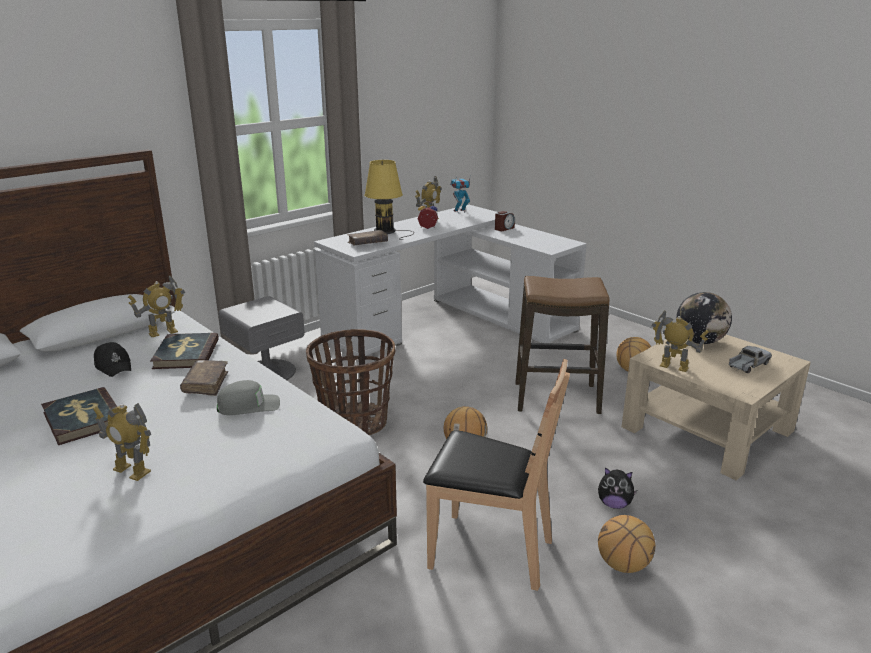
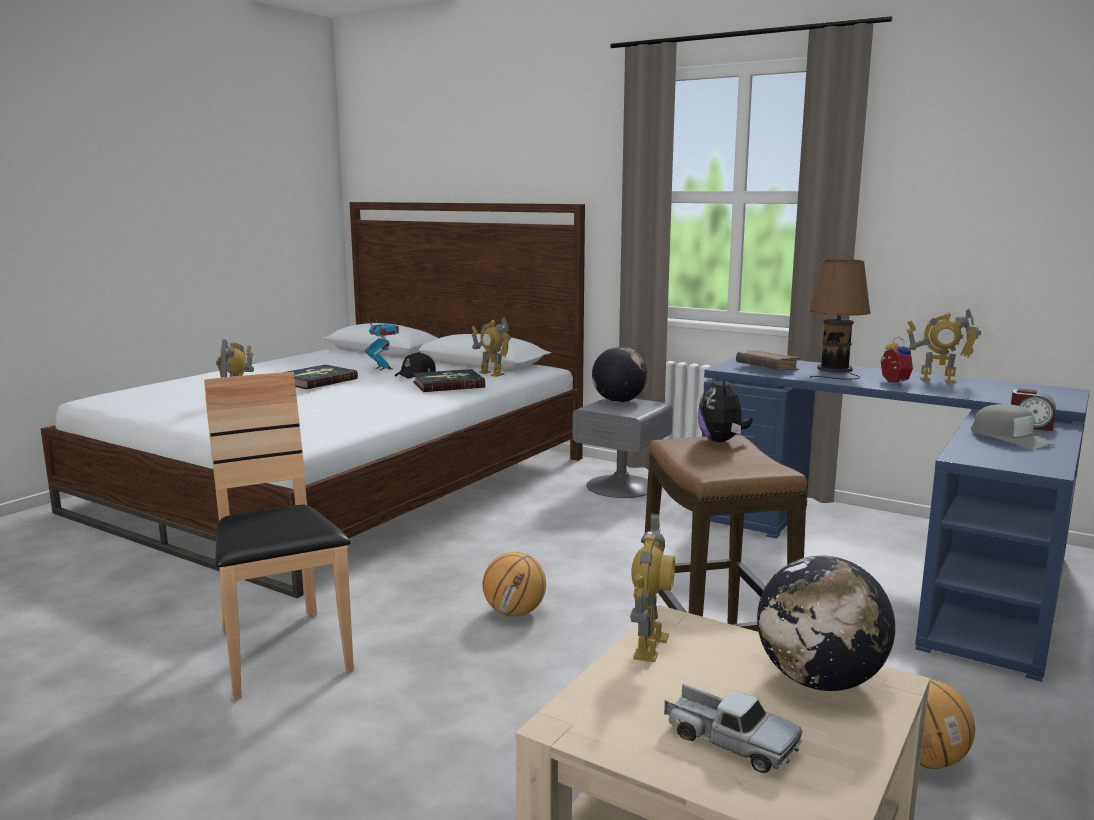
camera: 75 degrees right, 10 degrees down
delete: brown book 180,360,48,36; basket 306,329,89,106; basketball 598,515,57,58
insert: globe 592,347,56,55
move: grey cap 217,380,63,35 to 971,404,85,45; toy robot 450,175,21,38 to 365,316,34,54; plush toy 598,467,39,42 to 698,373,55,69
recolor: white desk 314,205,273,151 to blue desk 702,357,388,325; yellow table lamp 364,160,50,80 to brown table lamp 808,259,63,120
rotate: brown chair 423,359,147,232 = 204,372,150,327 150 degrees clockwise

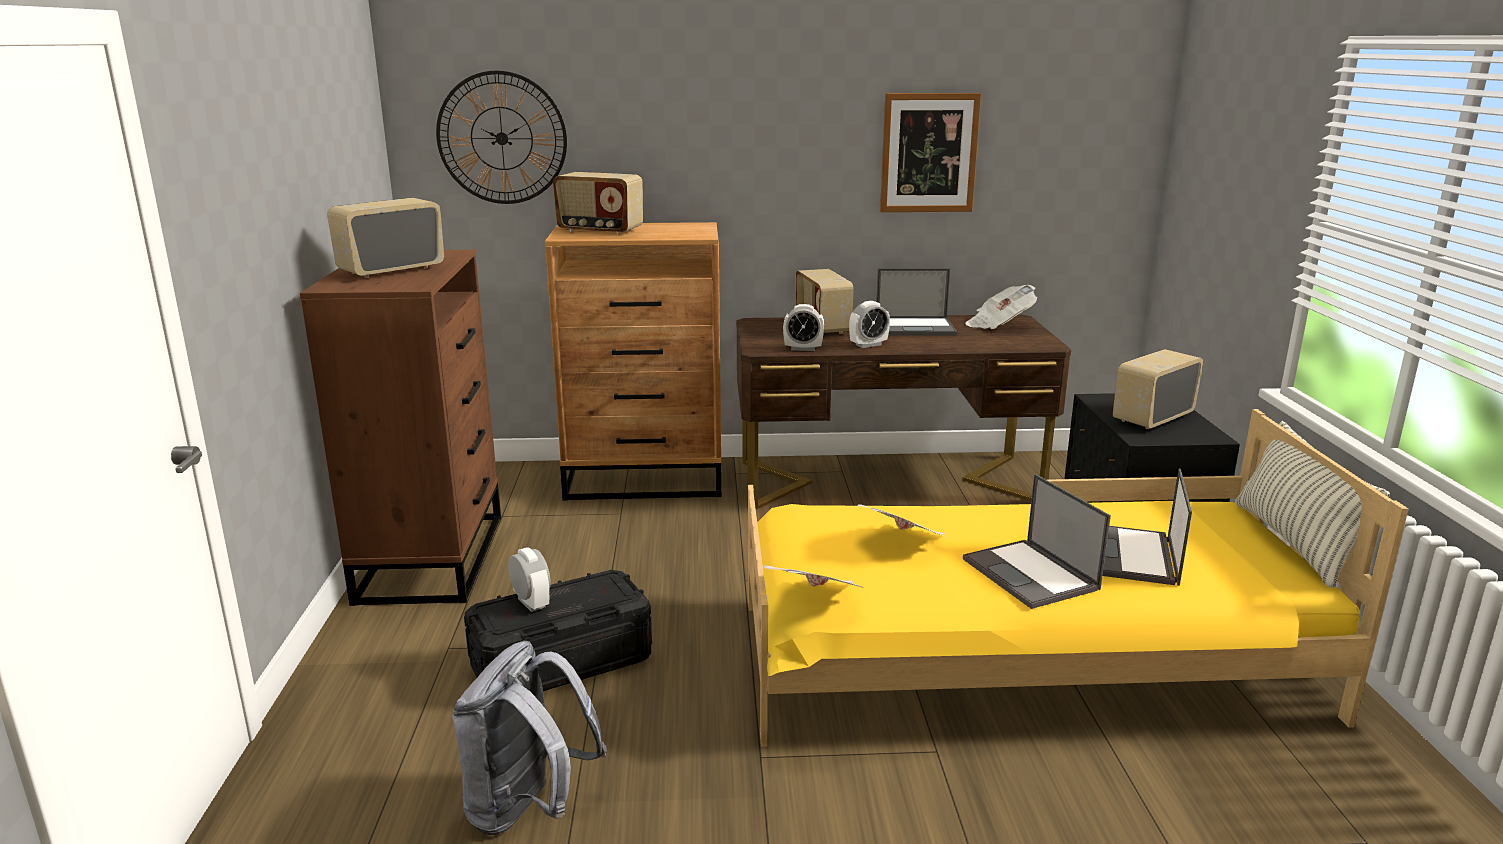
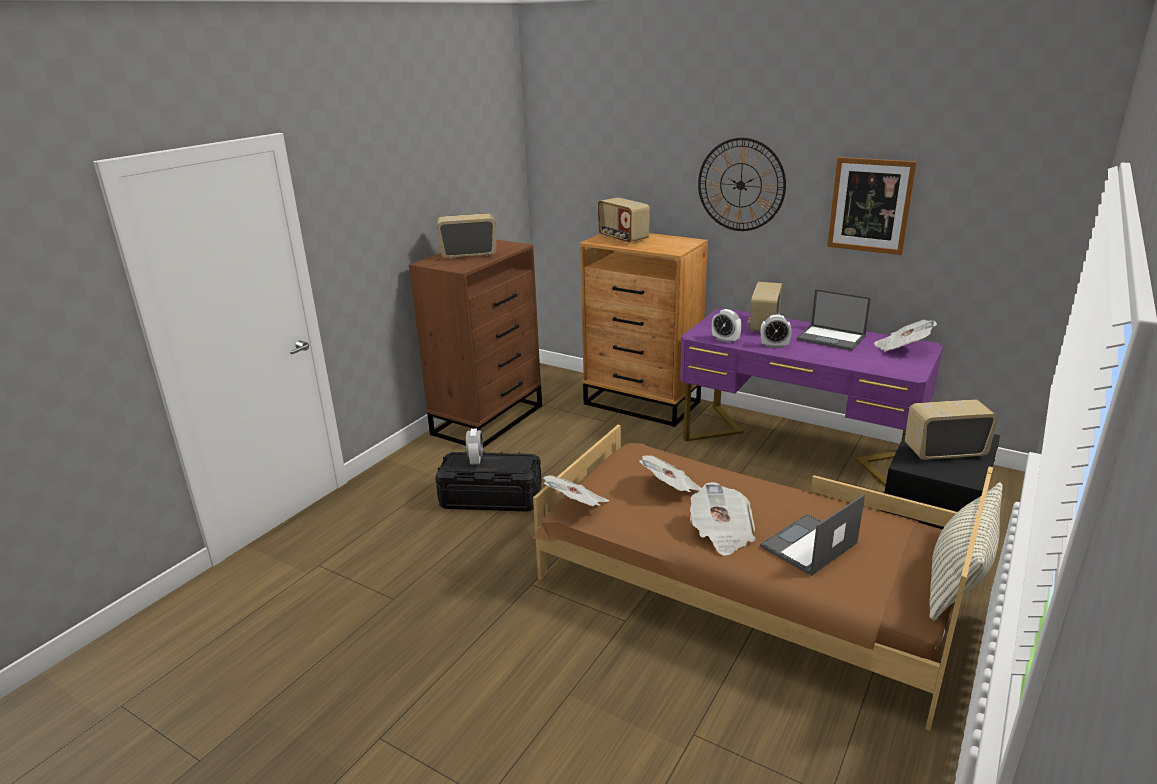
camera: 35 degrees right, 5 degrees up
delete: grey backpack 452,641,155,194
move: wall clock 436,71,131,133 to 698,138,88,93
replace: laptop 963,474,148,135 to newspaper 690,482,65,74
recolor: brown desk 736,314,335,195 to purple desk 680,308,263,178; yellow bed 748,409,661,338 to brown bed 532,425,461,306

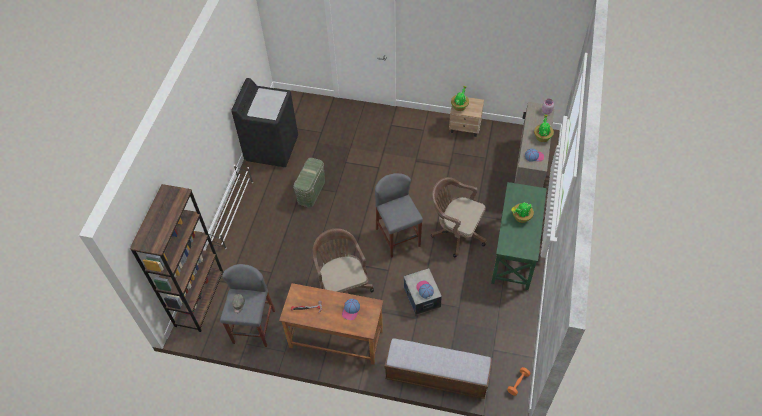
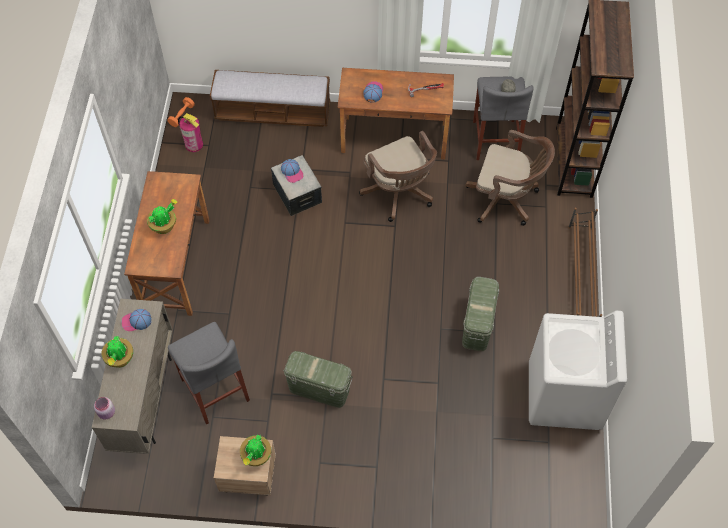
camera: 170 degrees right, 5 degrees up
insert: fire extinguisher 178,113,25,39; green storage box 283,351,70,57
move: grey stool 375,173,48,85 to 168,322,82,103; brown office chair 431,177,56,81 to 465,130,90,96
recolor: white shoe rack 209,165,44,84 to brown shoe rack 568,208,34,109; black washing machine 231,78,67,89 to white washing machine 529,311,98,119; green desk 491,182,56,108 to brown desk 124,171,86,145

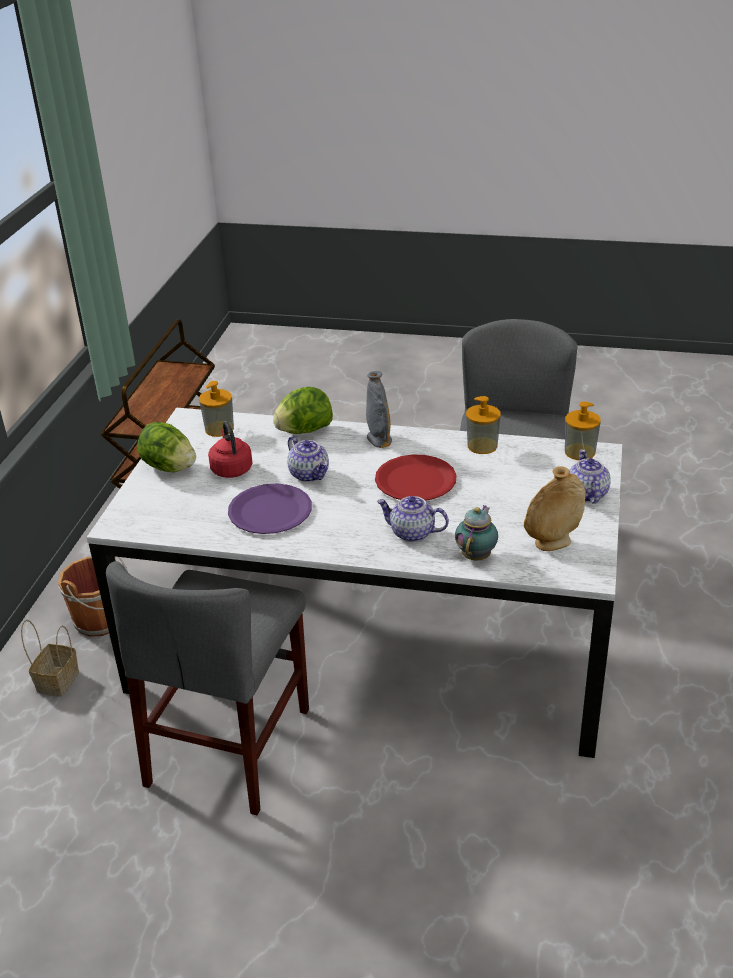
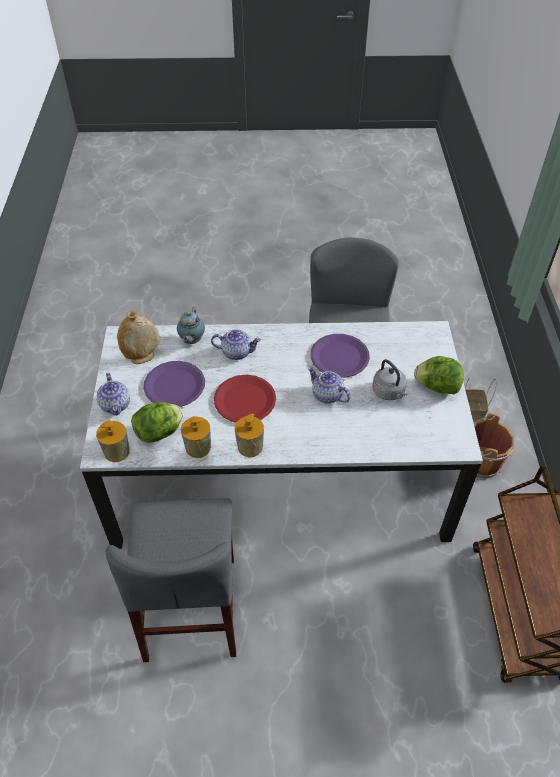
camera: 165 degrees right, 15 degrees up
delete: grey vase 366,371,26,77
insert: purple plate 143,361,62,46
move: soap dispenser 199,381,35,56 to 235,414,29,43; lettuce 273,387,60,47 to 131,402,52,41
recolor: red kettle 208,421,45,57 to grey kettle 372,359,35,41

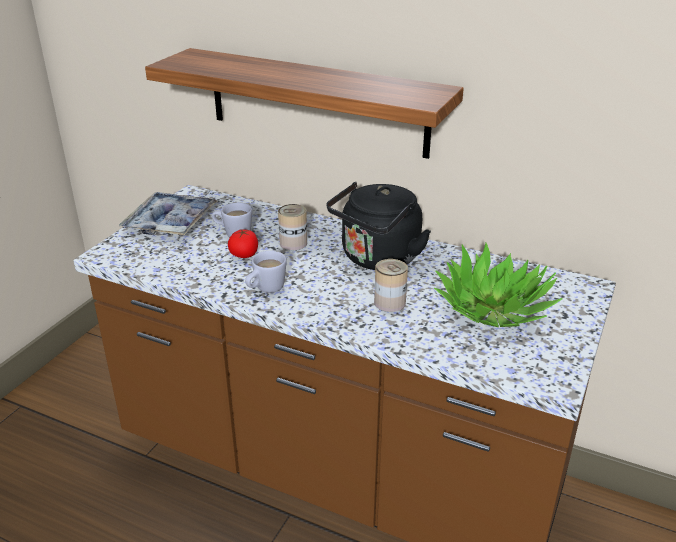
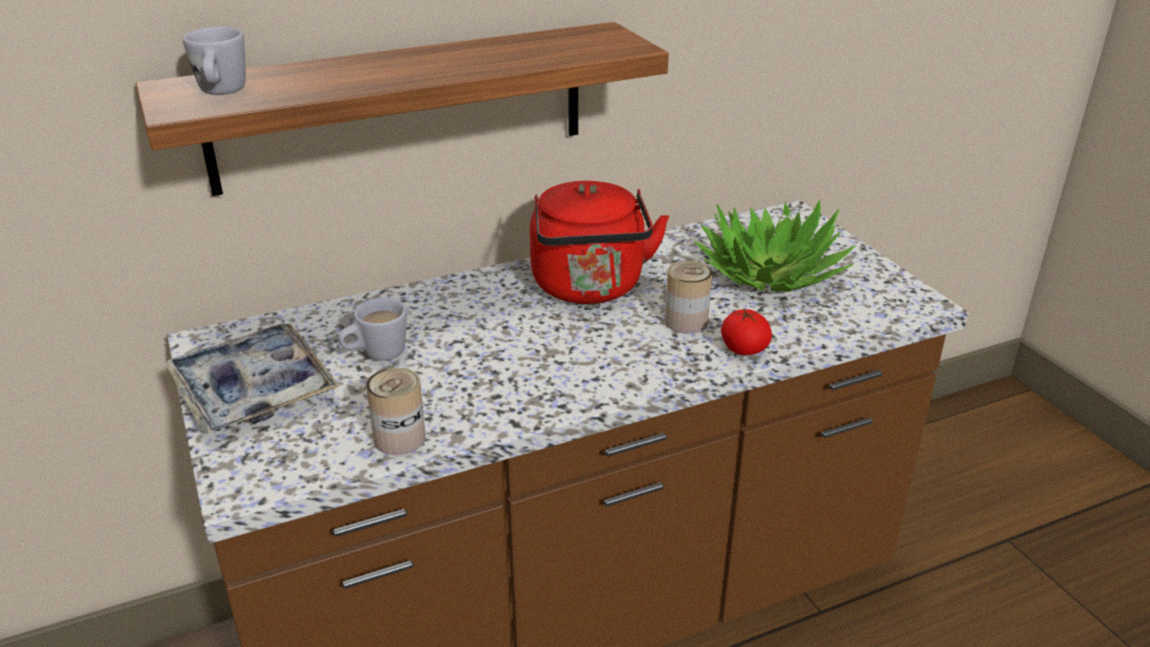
camera: 50 degrees left, 0 degrees up
move: tomato 228,229,30,29 to 721,309,51,46; white mug 245,251,42,42 to 183,27,63,68; can 278,204,29,46 to 366,368,60,87
recolor: black kettle 327,182,104,88 to red kettle 530,181,139,123

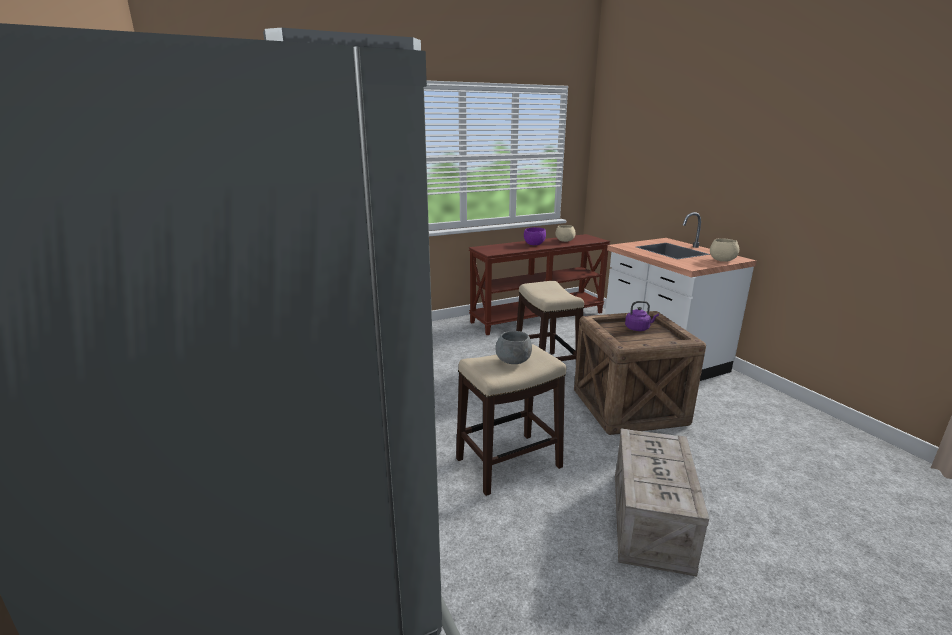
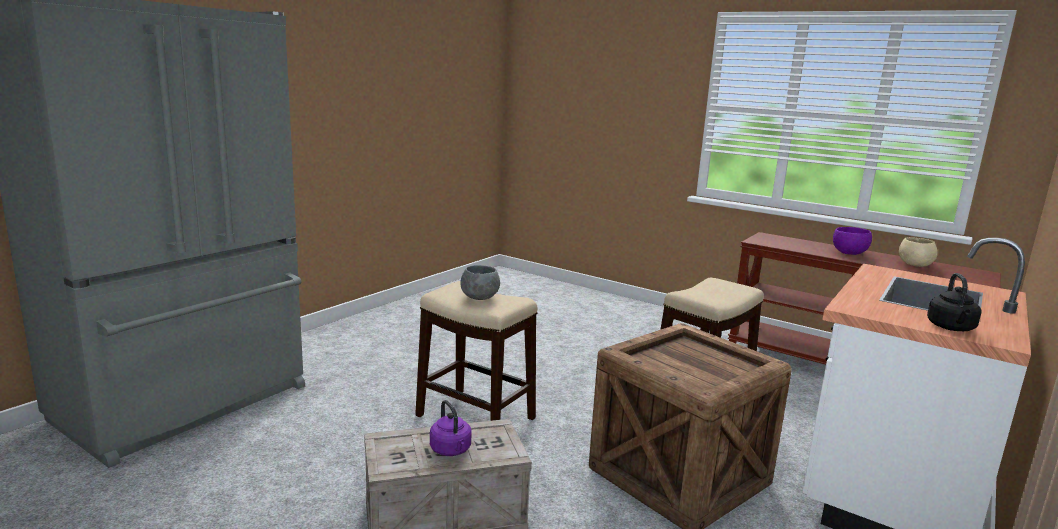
camera: 60 degrees right, 5 degrees down
move: purple kettle 625,301,34,30 to 430,400,41,56
replace: beige bowl 710,238,29,24 to black kettle 927,273,54,58

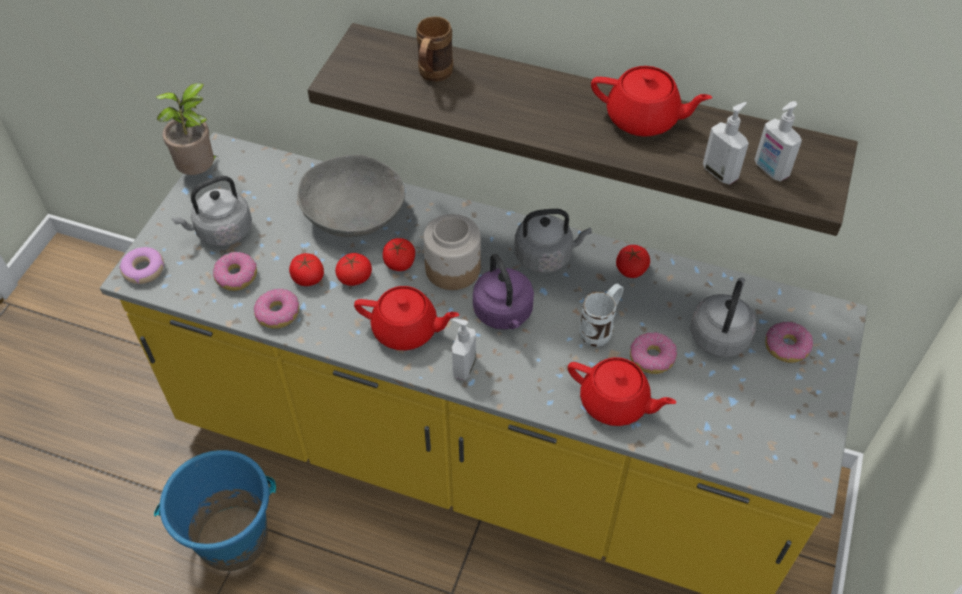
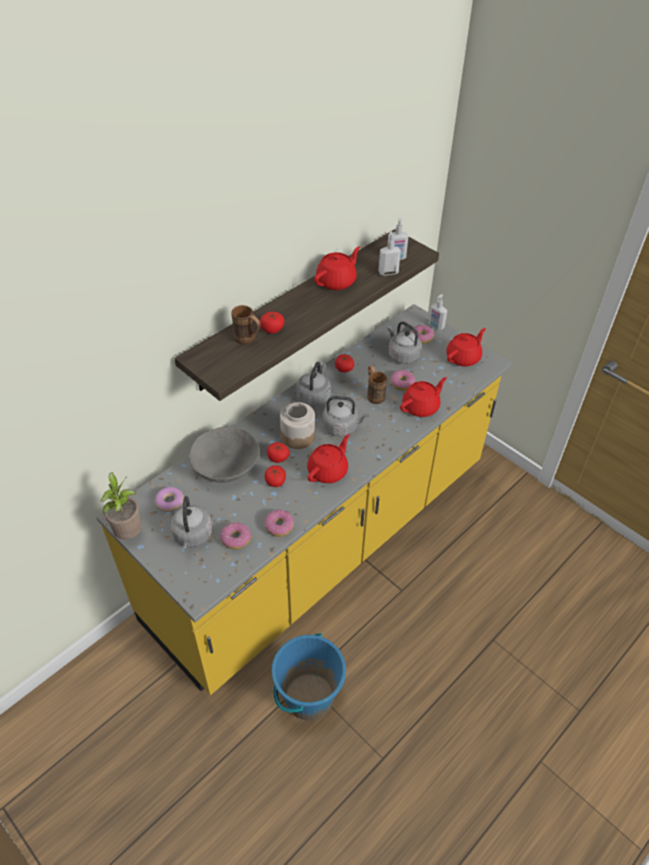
camera: 65 degrees left, 5 degrees down
insert: red teapot 446,328,40,39
move: donut 120,247,44,37 to 155,487,29,25; tomato 289,253,35,33 to 260,312,24,22; soap dispenser 452,319,24,61 to 428,294,19,36
recolor: purple kettle 473,254,61,76 to grey kettle 322,396,47,40; white mug 579,284,45,63 to brown mug 367,365,20,39

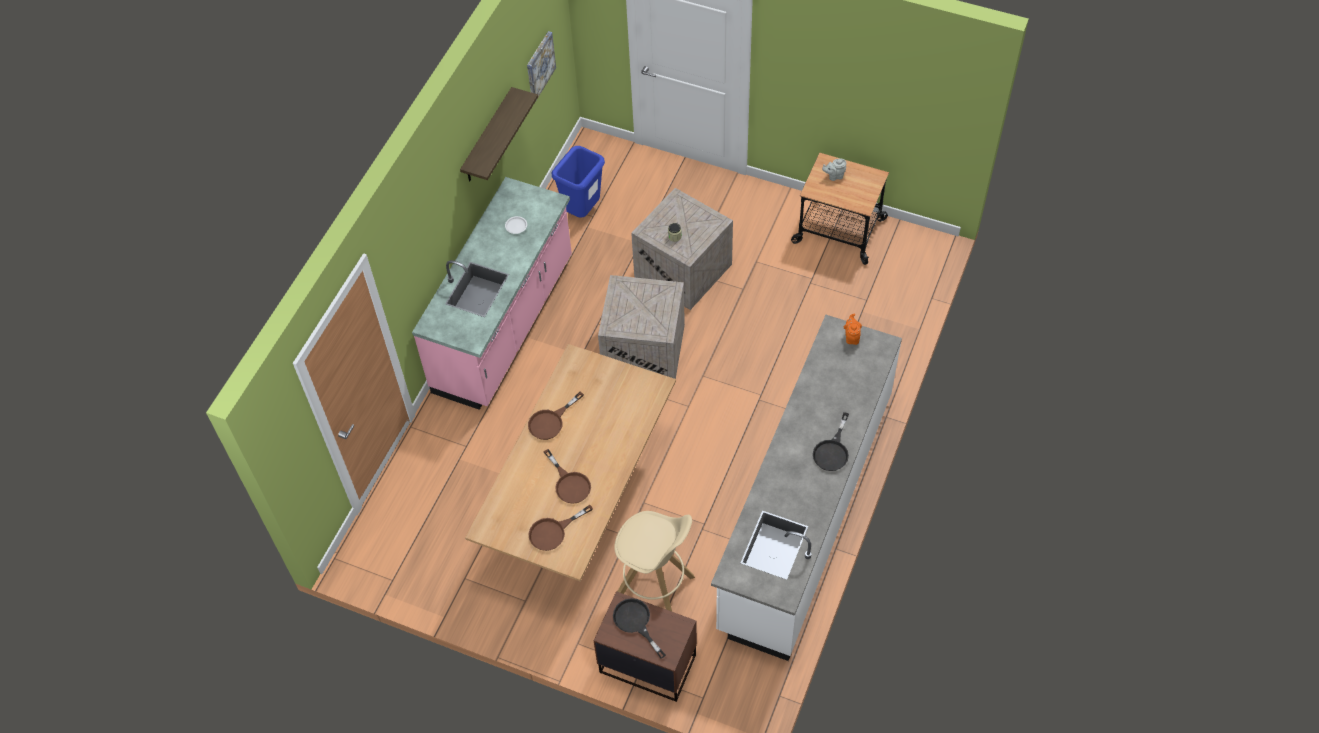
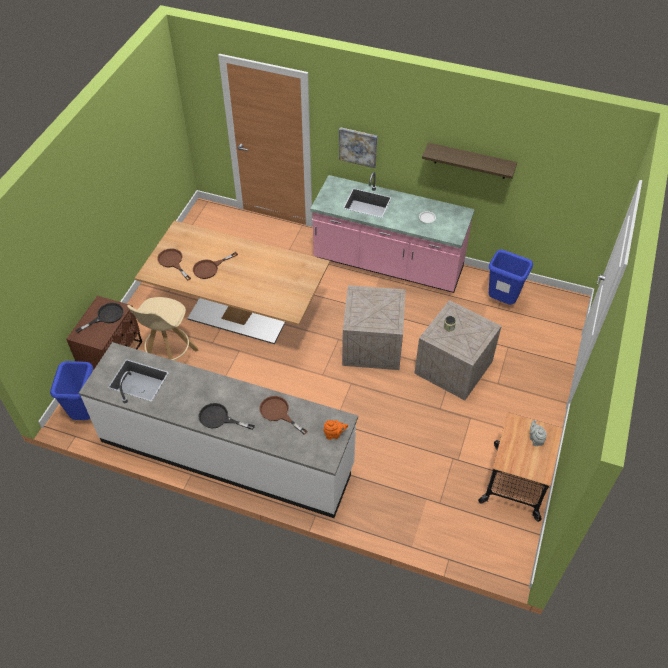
camera: 85 degrees right, 5 degrees down
insert: blue trash can 50,361,43,59
move: picture 527,31,29,70 to 339,127,38,41; brown frying pan 528,392,56,48 to 260,396,48,39

